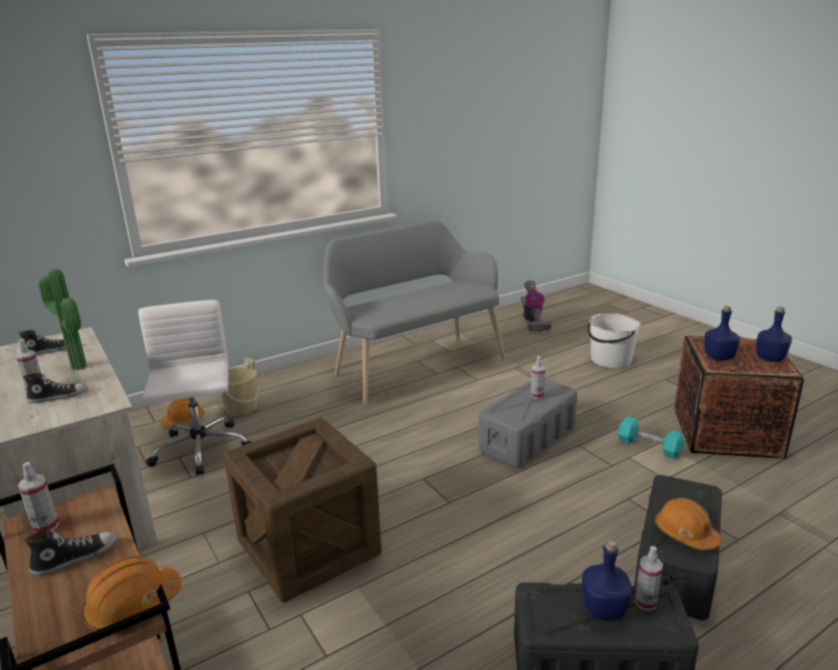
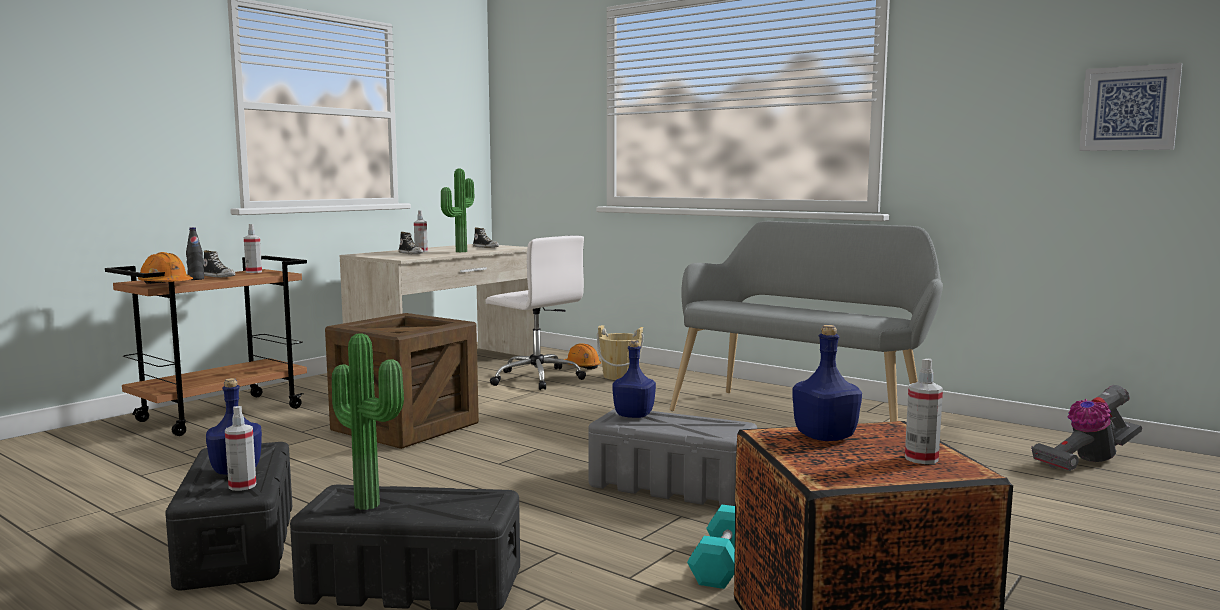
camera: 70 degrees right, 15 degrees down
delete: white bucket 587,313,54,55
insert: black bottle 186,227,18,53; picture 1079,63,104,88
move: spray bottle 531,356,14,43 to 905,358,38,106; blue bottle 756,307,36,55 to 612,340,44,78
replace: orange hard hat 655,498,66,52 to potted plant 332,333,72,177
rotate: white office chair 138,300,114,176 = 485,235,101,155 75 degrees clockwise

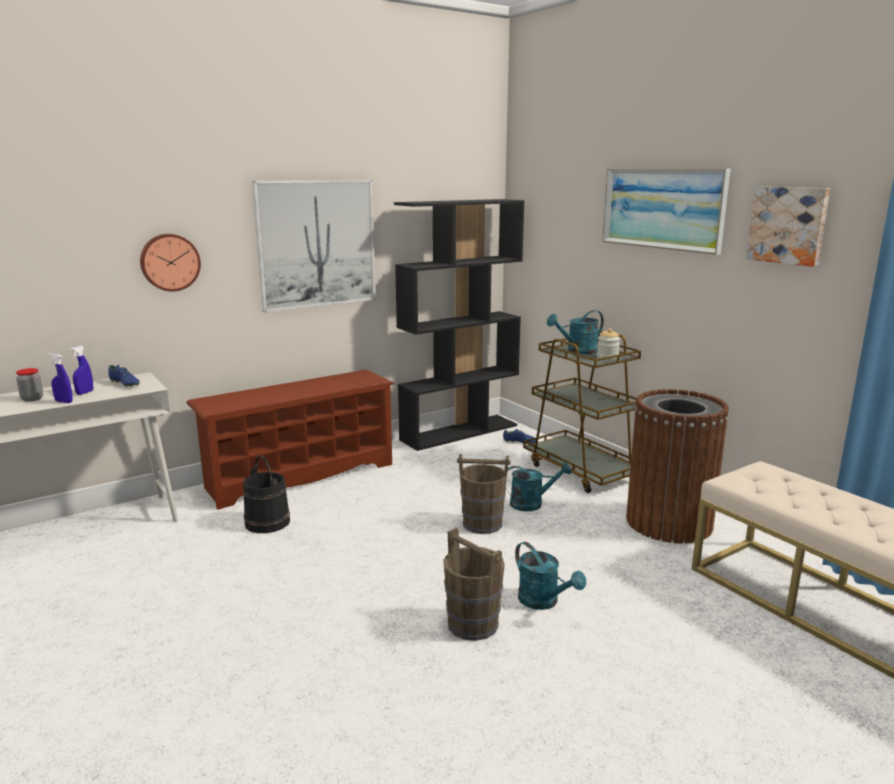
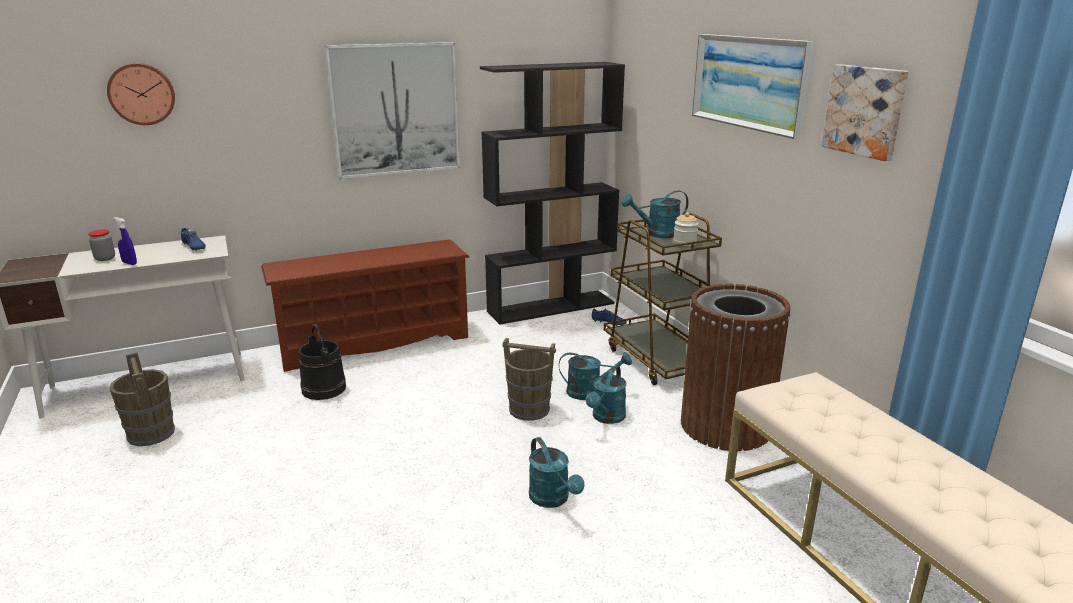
camera: 10 degrees right, 5 degrees up
delete: blue spray bottle 70,346,23,49
insert: turquoise watering can 586,366,41,58
move: wall clock 140,234,61,58 to 107,63,68,62; brown bucket 443,528,62,113 to 109,352,66,94

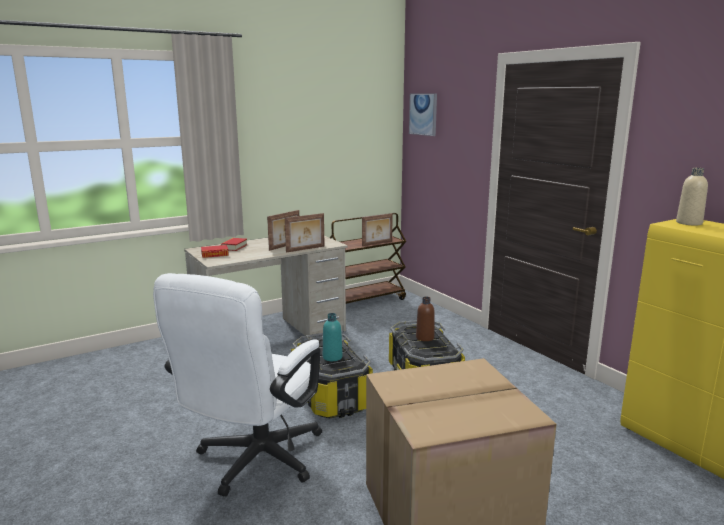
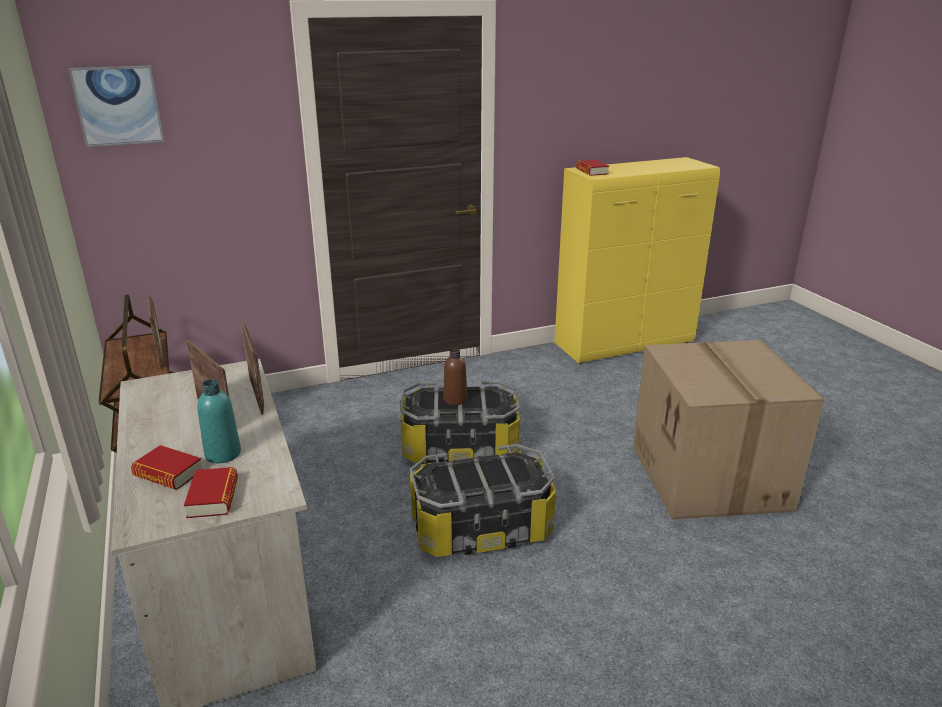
camera: 80 degrees left, 10 degrees up
delete: white office chair 153,273,169,224
move: turquoise bottle 323,313,20,48 to 197,379,44,84
replace: beige bottle 676,168,32,58 to book 576,160,33,16

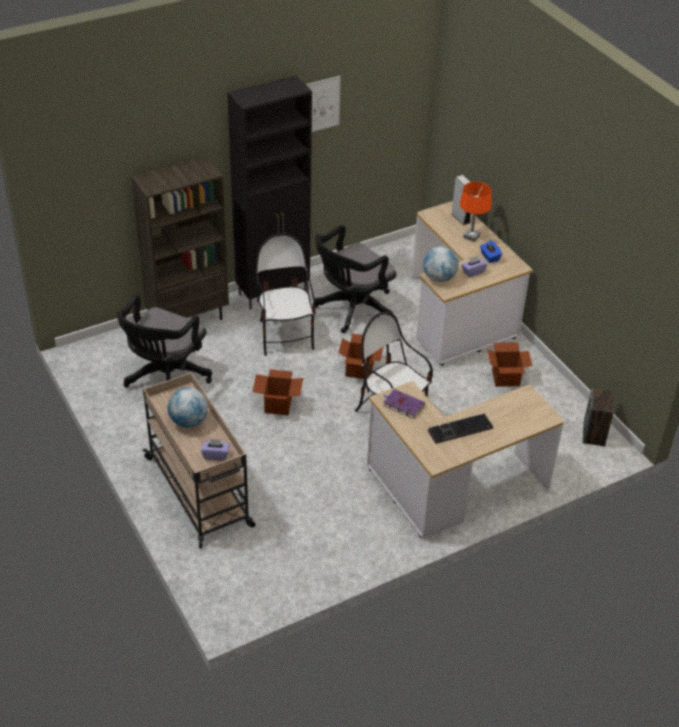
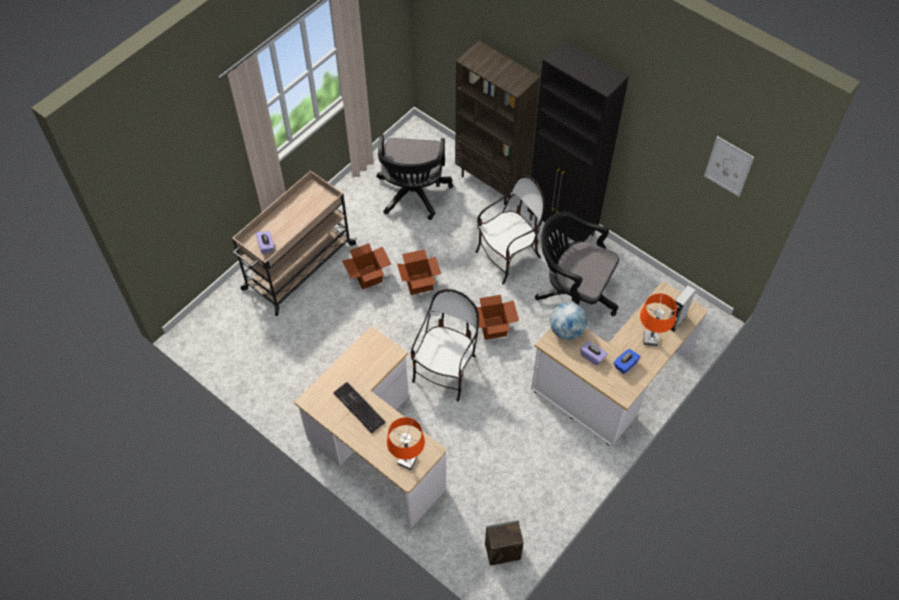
camera: 70 degrees right, 15 degrees up
delete: globe 168,387,40,41; purple book 383,389,42,30
insert: orange table lamp 387,417,38,53
move: picture 306,76,35,56 to 704,136,50,61; cardboard box 487,343,45,44 to 342,243,49,47
rotate: black office chair 116,294,96,94 = 377,134,76,86 90 degrees counterclockwise

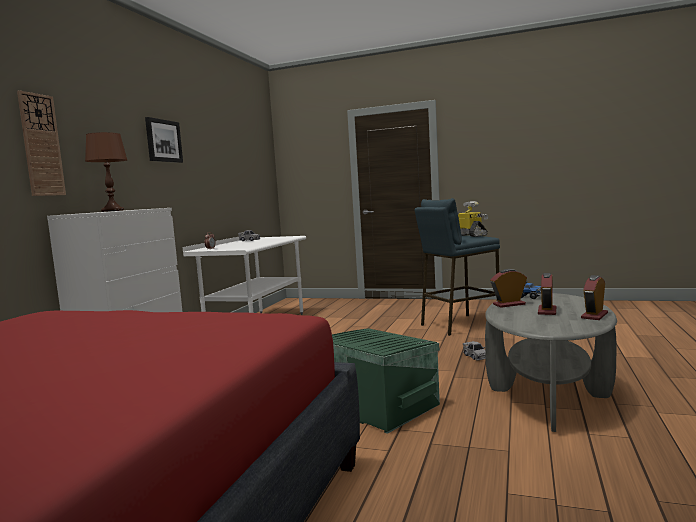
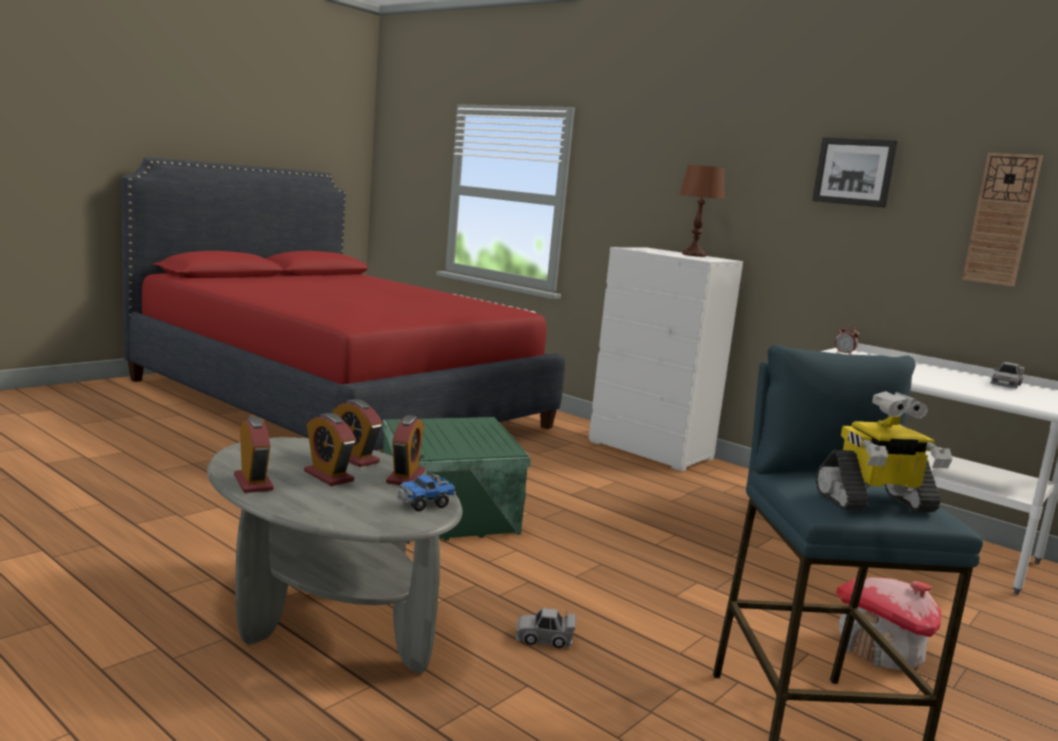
camera: 110 degrees right, 5 degrees up
insert: alarm clock 333,399,49,68; toy house 836,577,105,93
move: wall clock 17,90,49,106 to 962,153,81,133

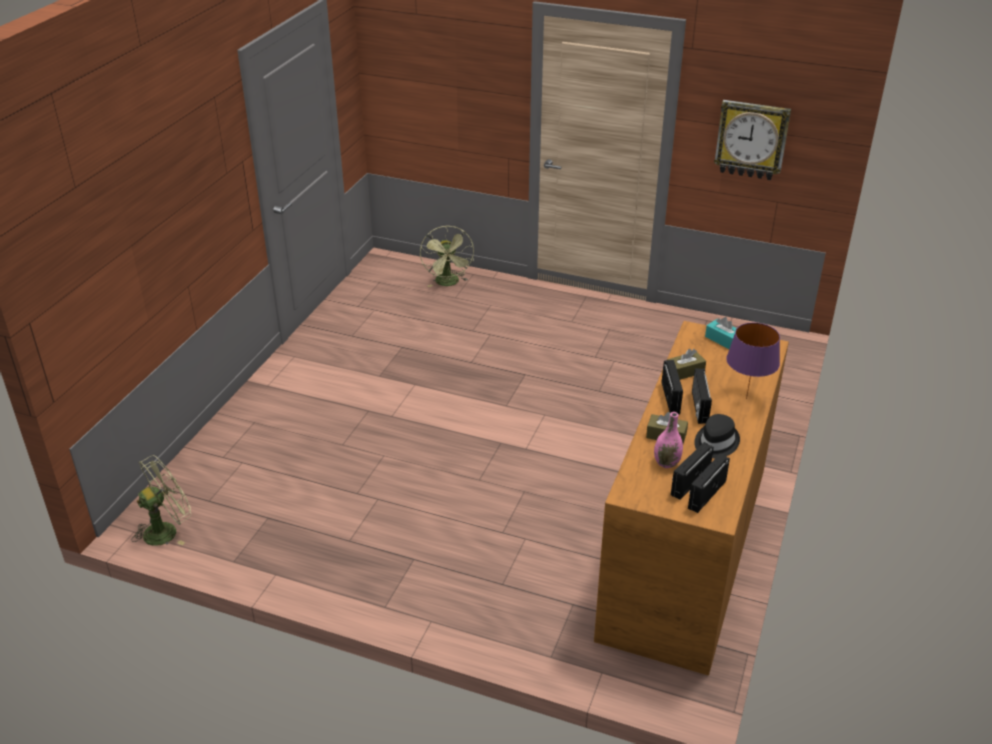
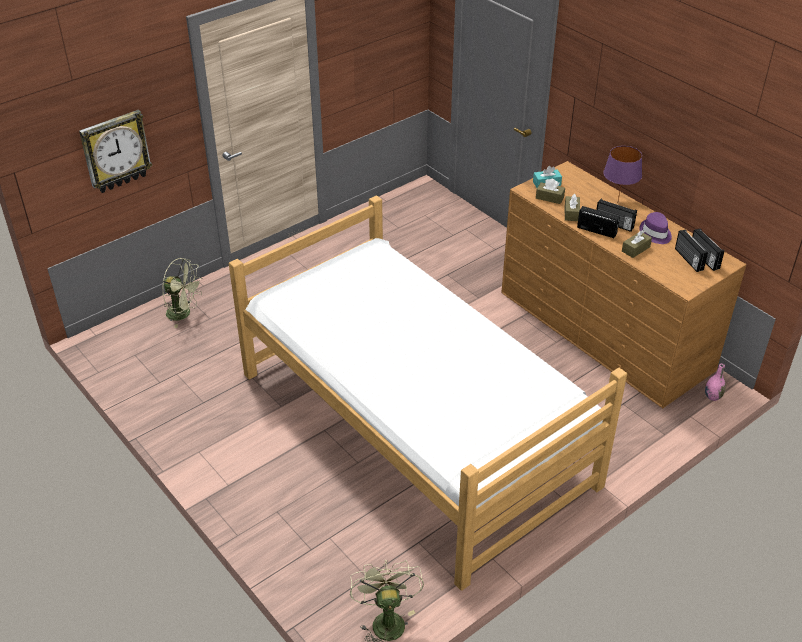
camera: 60 degrees left, 5 degrees up
insert: bed 229,195,398,396; brown tissue box 536,179,29,25
move: pink vase 654,412,29,56 to 705,364,21,37; wall clock 714,100,77,80 to 79,110,73,83
recolor: black hat 694,414,46,44 to purple hat 639,212,33,32

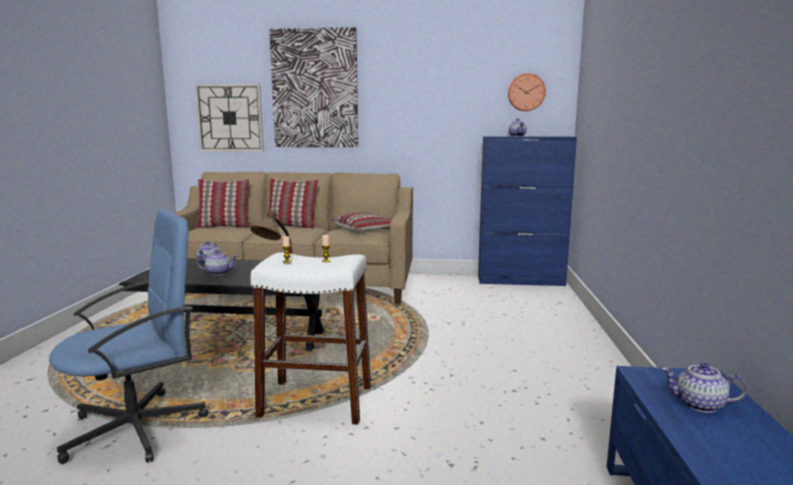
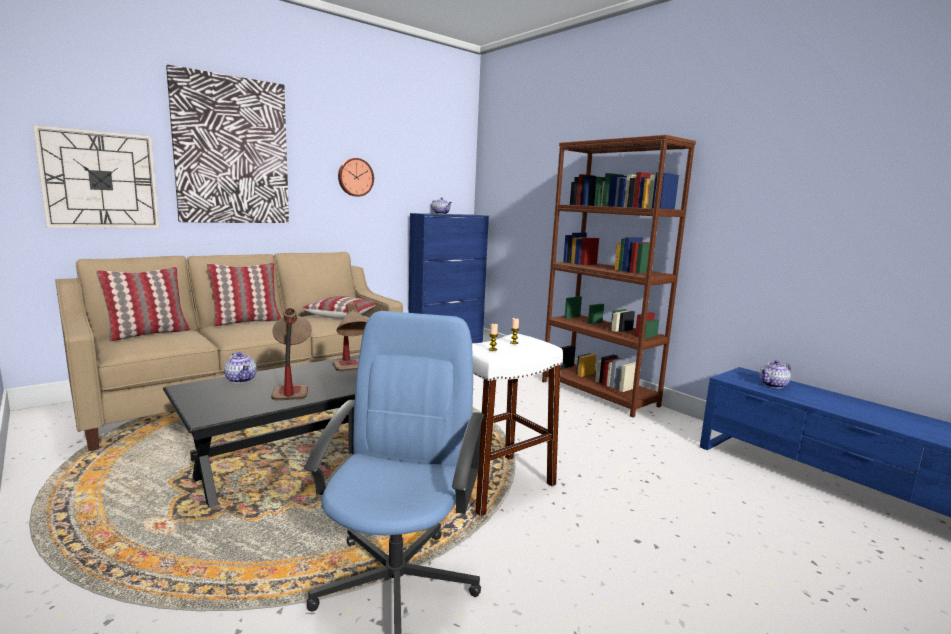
camera: 45 degrees left, 0 degrees up
insert: brown bookcase 542,135,154,283
move: wall clock 508,73,38,38 to 338,158,36,39
replace: teapot 197,250,41,25 to table lamp 271,308,40,92

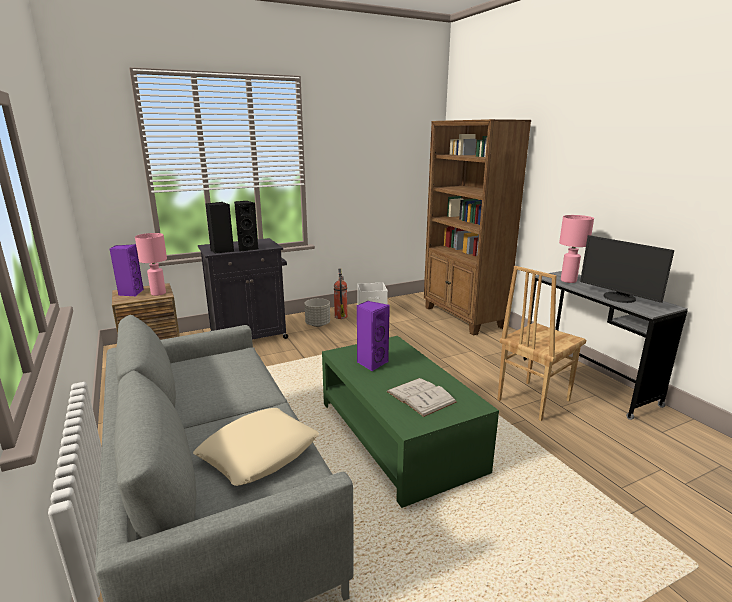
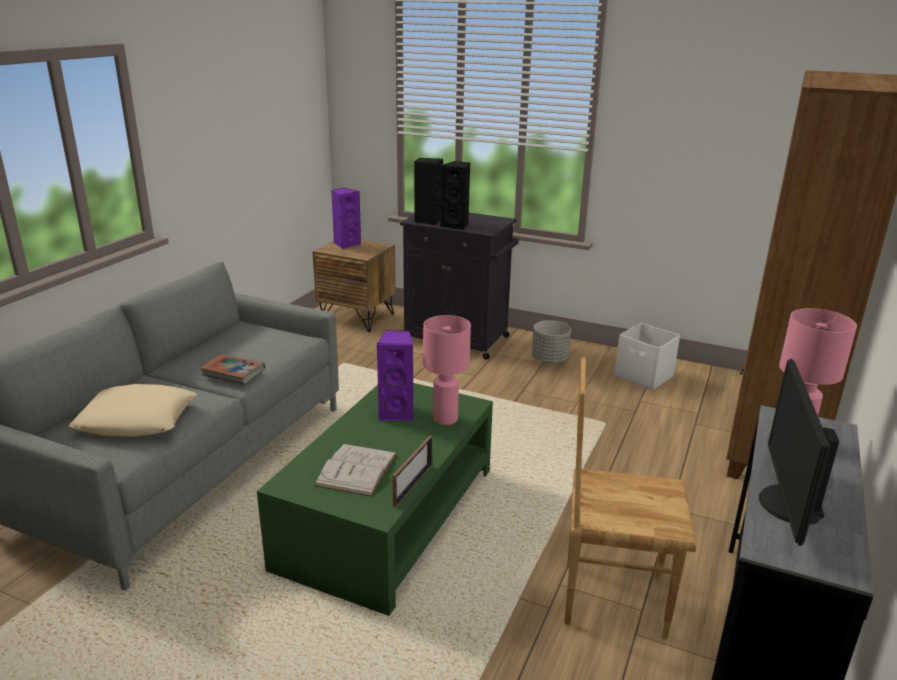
camera: 50 degrees right, 5 degrees up
delete: fire extinguisher 334,268,13,51
insert: book 200,354,65,31; picture frame 392,435,40,73
move: pink table lamp 135,233,32,63 to 423,315,48,110

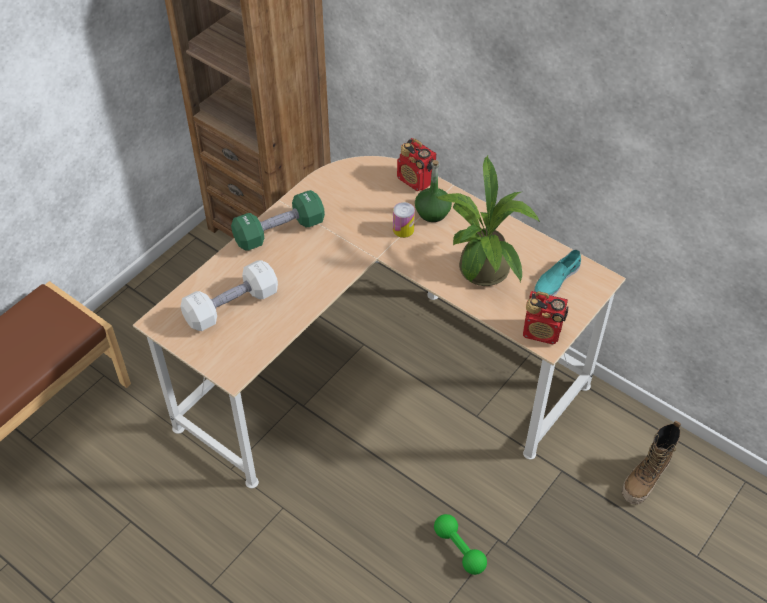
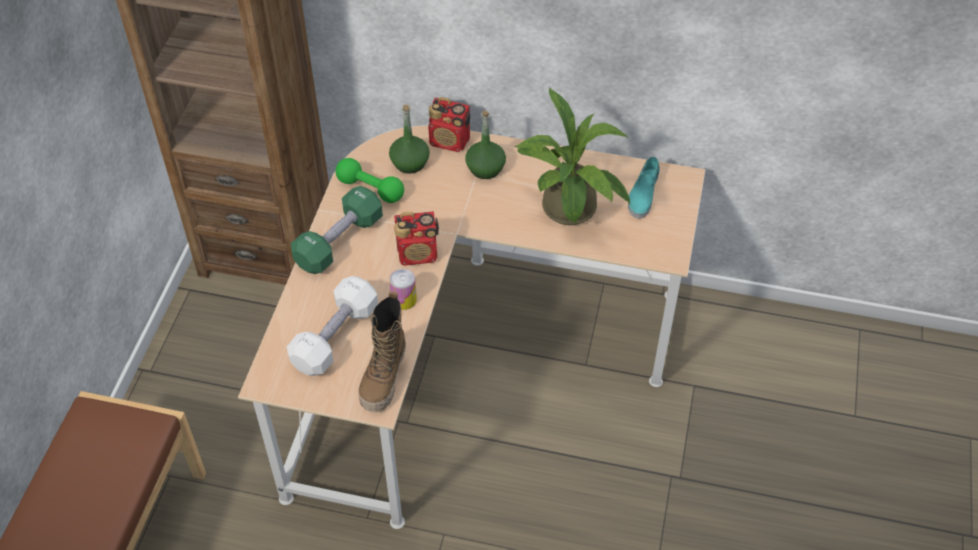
camera: 25 degrees left, 0 degrees up
insert: green bottle 389,105,41,69
move: can 393,202,22,36 to 389,269,28,41; green dumbbell 434,514,53,61 to 336,158,68,45; radio 523,291,46,54 to 394,212,45,54; boot 622,421,59,84 to 359,292,47,120

